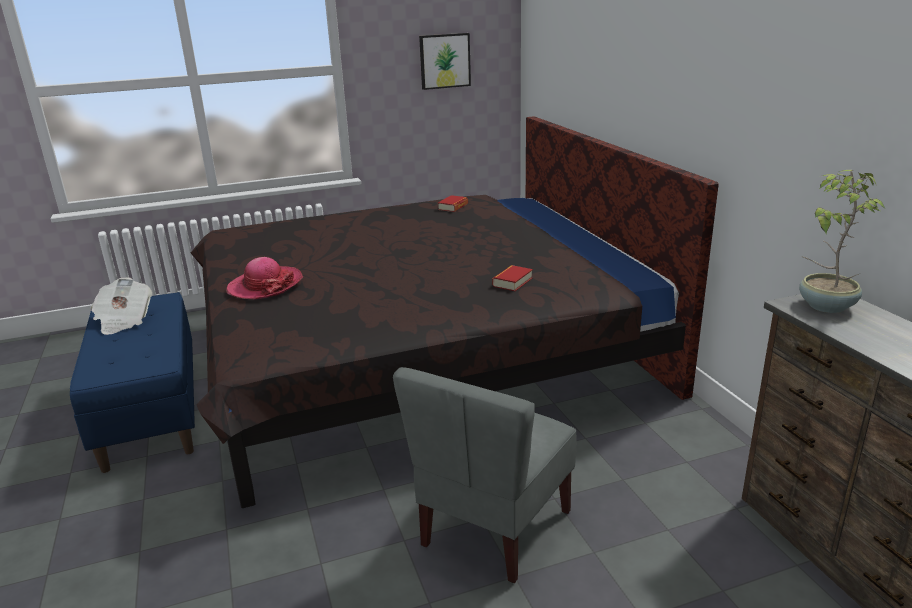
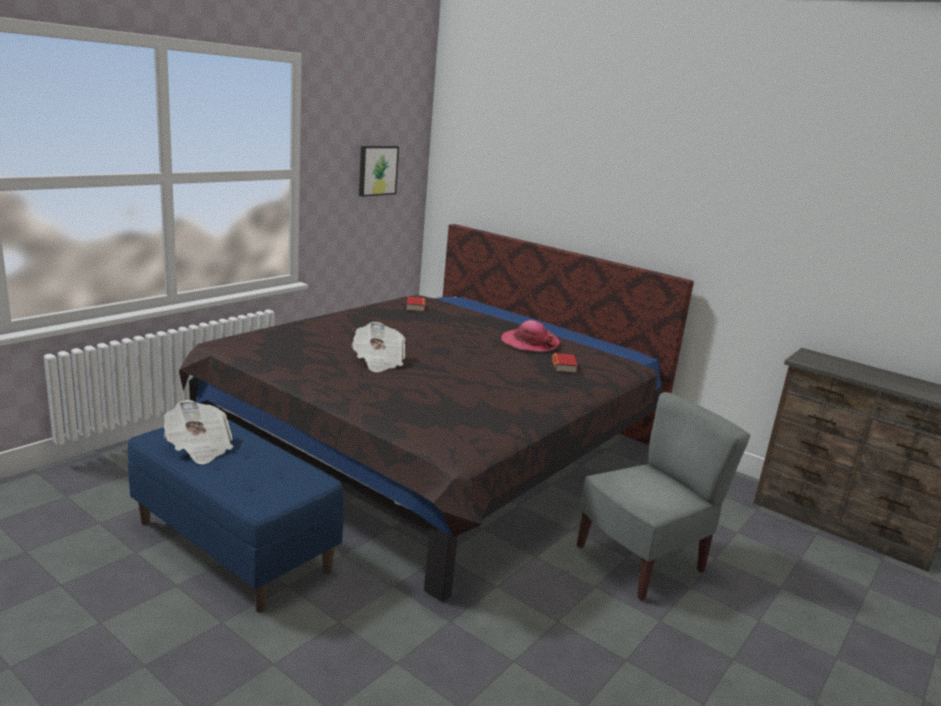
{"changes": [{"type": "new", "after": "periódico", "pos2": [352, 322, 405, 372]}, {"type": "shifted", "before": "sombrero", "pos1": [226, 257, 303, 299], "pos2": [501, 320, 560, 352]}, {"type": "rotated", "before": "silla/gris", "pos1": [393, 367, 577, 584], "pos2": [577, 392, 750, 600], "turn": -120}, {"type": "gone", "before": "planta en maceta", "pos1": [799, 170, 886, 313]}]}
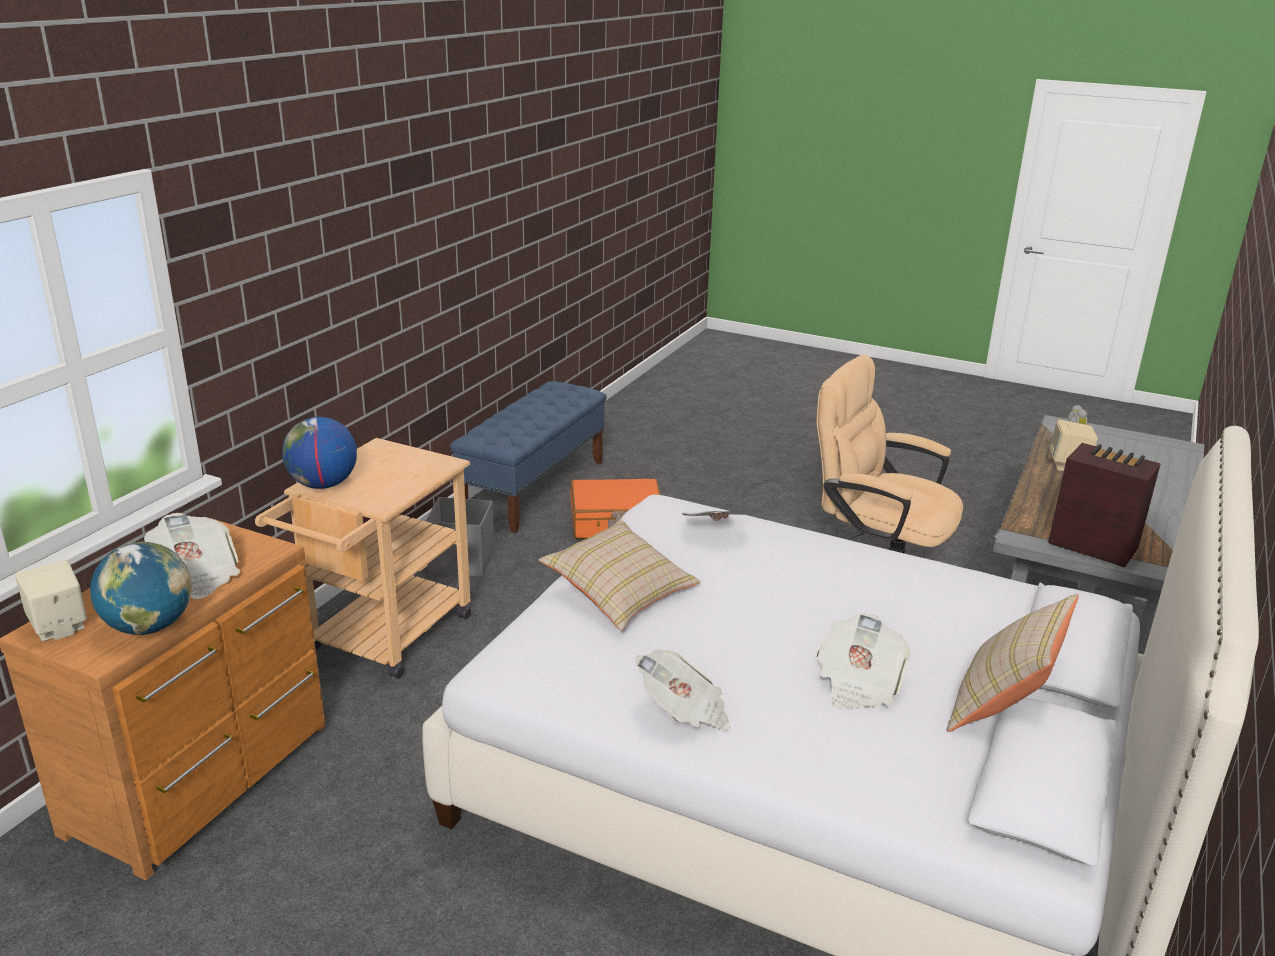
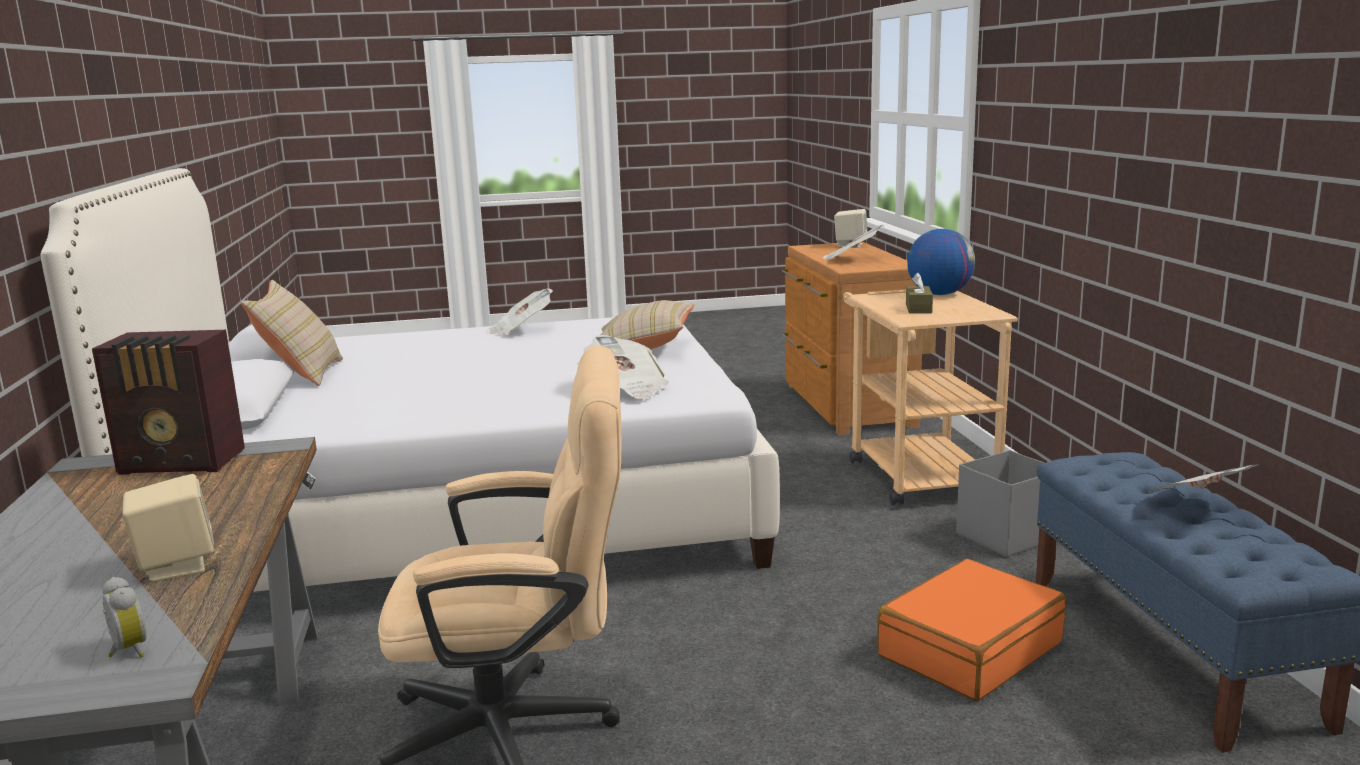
{"changes": [{"type": "new", "after": "caja de pañuelos/marrón", "pos2": [906, 272, 933, 313]}, {"type": "shifted", "before": "periódico", "pos1": [817, 613, 911, 710], "pos2": [1144, 464, 1258, 493]}, {"type": "gone", "before": "globo terráqueo", "pos1": [90, 542, 192, 635]}]}
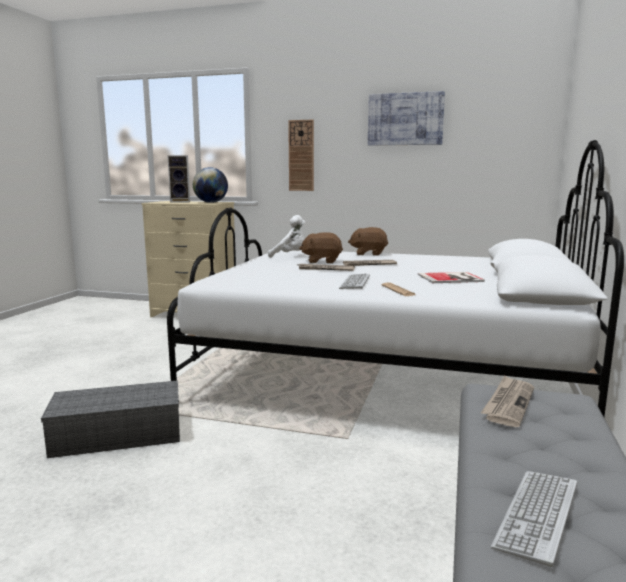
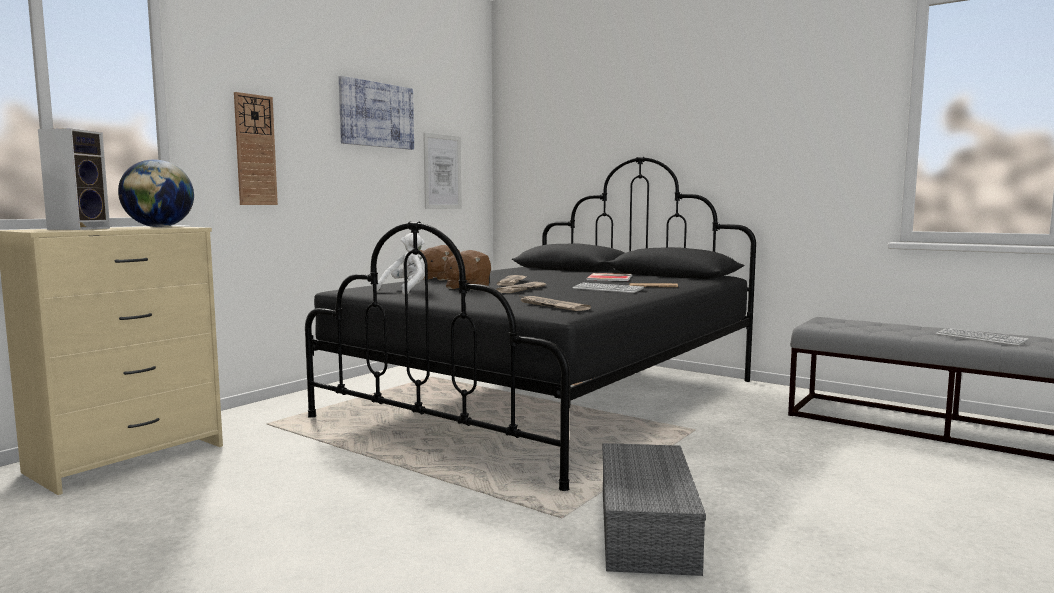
{"changes": [{"type": "repainted", "before": "cama/blanco", "after": "cama/negro", "pos1": [167, 140, 624, 416], "pos2": [305, 157, 756, 491]}, {"type": "new", "after": "cuadro", "pos2": [423, 133, 462, 209]}, {"type": "shifted", "before": "periódico", "pos1": [481, 375, 534, 427], "pos2": [518, 295, 591, 311]}]}
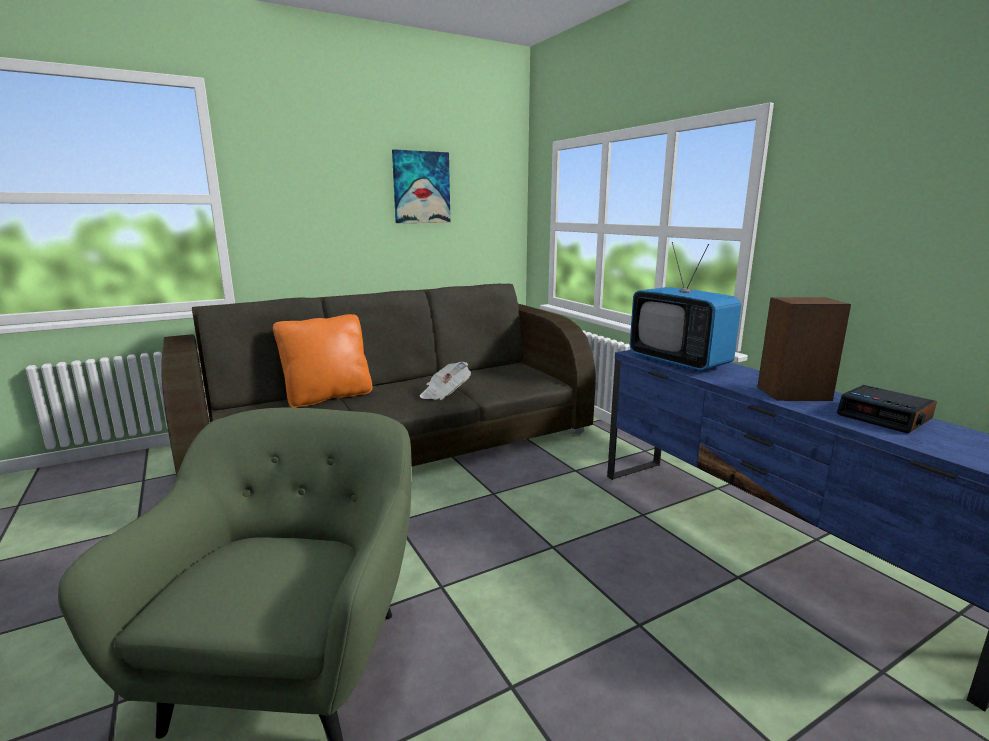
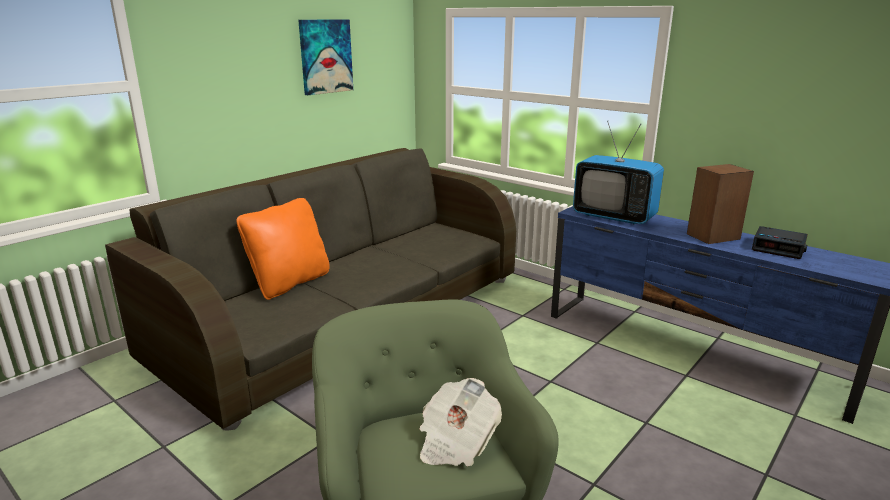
{"changes": [{"type": "shifted", "before": "periódico", "pos1": [420, 362, 471, 400], "pos2": [419, 378, 502, 466]}]}
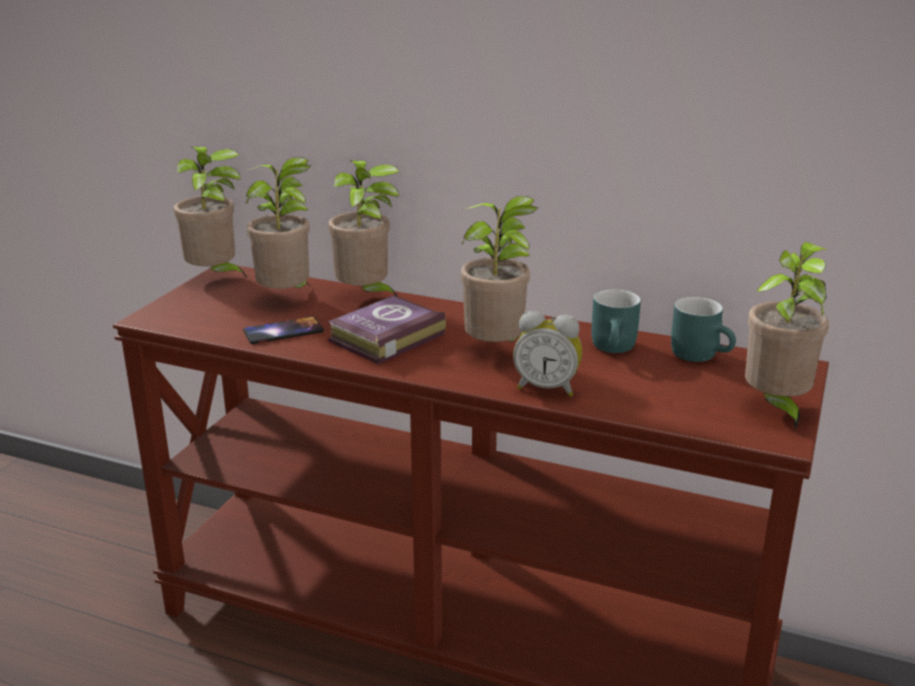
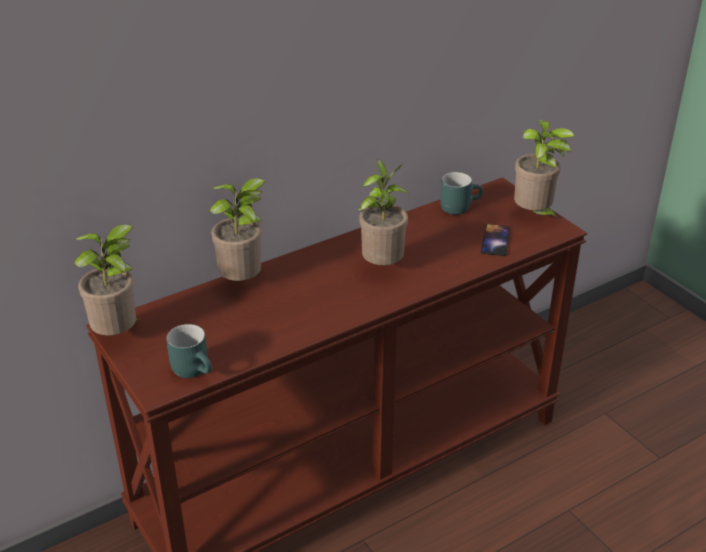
{"changes": [{"type": "shifted", "before": "taza grande/turquesa", "pos1": [591, 289, 641, 353], "pos2": [167, 324, 212, 378]}, {"type": "shifted", "before": "móvil", "pos1": [243, 317, 324, 344], "pos2": [481, 224, 510, 256]}, {"type": "gone", "before": "planta en maceta", "pos1": [246, 157, 311, 289]}, {"type": "gone", "before": "libro", "pos1": [327, 295, 446, 364]}, {"type": "gone", "before": "despertador", "pos1": [513, 311, 582, 397]}]}
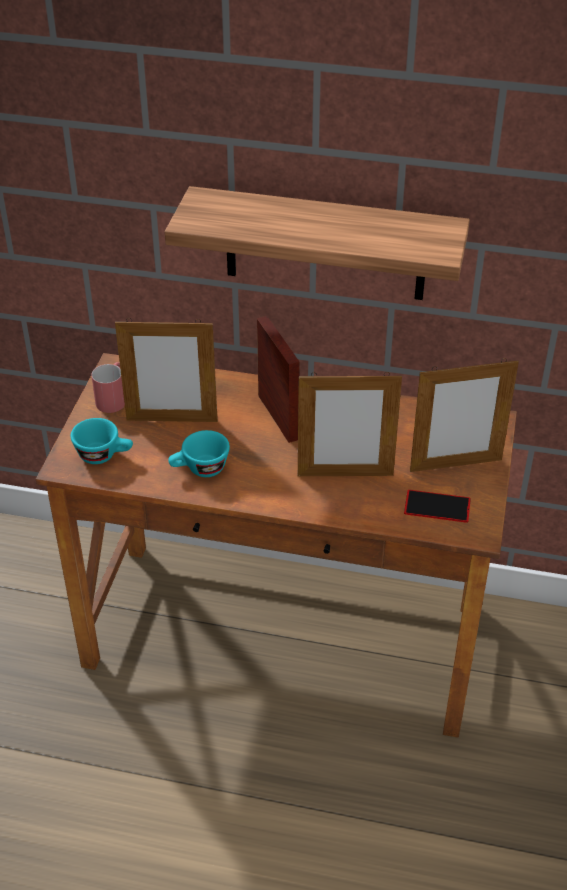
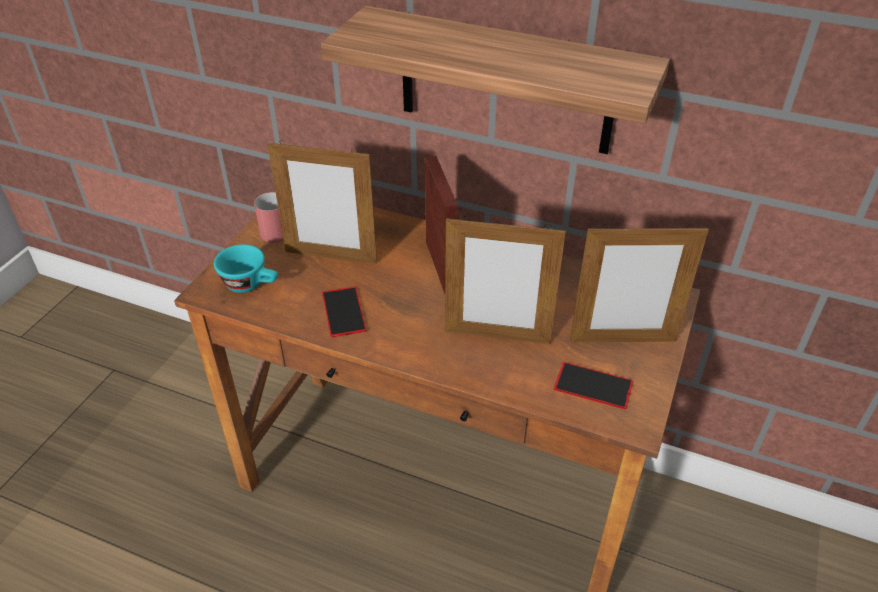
{"changes": [{"type": "swapped", "before": "taza/turquesa", "after": "móvil", "pos1": [168, 430, 230, 477], "pos2": [322, 286, 367, 337]}]}
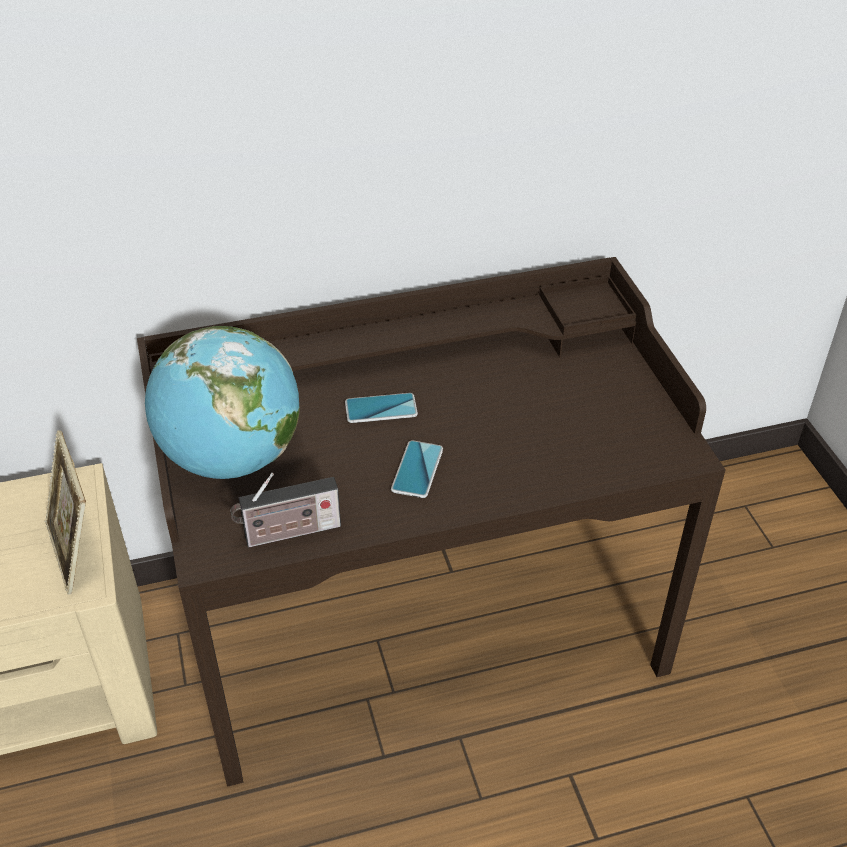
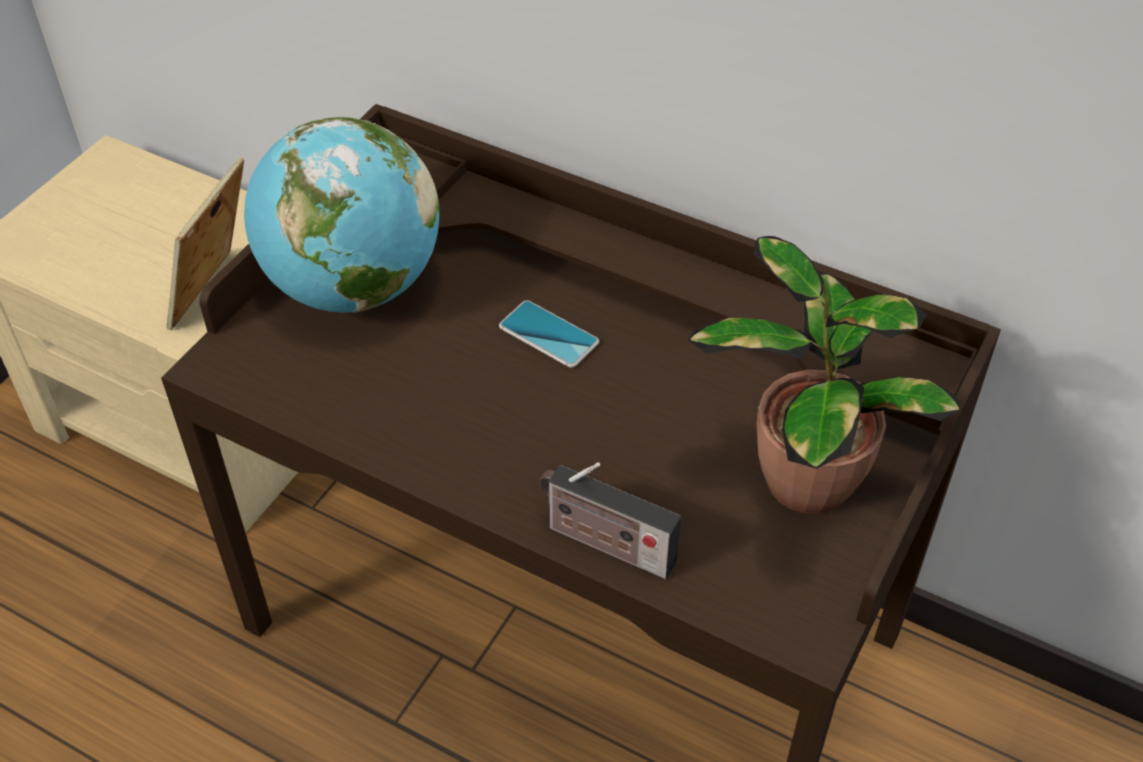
{"changes": [{"type": "shifted", "before": "radio", "pos1": [230, 473, 341, 547], "pos2": [539, 462, 681, 579]}, {"type": "new", "after": "planta en maceta", "pos2": [688, 236, 962, 514]}, {"type": "gone", "before": "móvil", "pos1": [391, 440, 443, 498]}]}
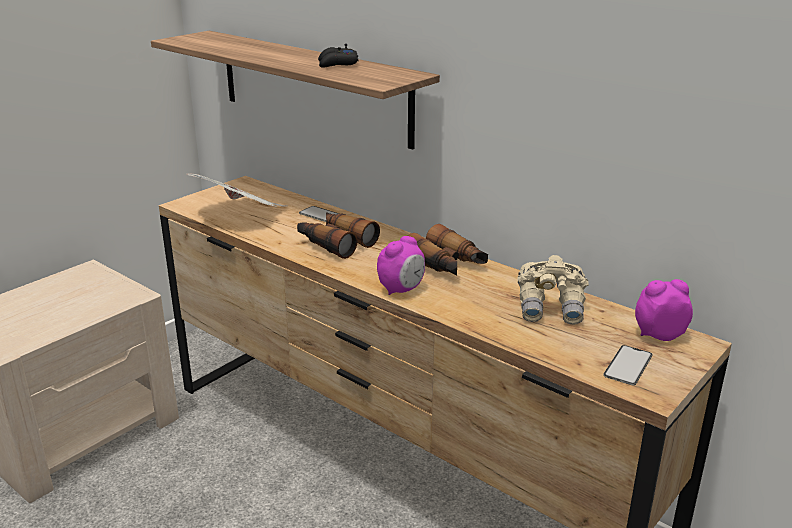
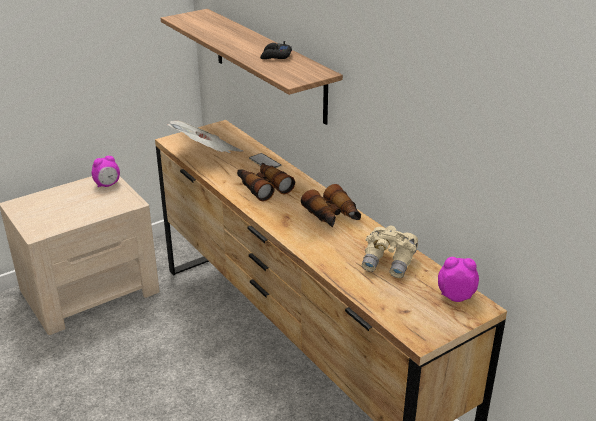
{"changes": [{"type": "shifted", "before": "despertador", "pos1": [377, 236, 425, 295], "pos2": [92, 156, 120, 187]}, {"type": "gone", "before": "móvil", "pos1": [603, 345, 653, 385]}]}
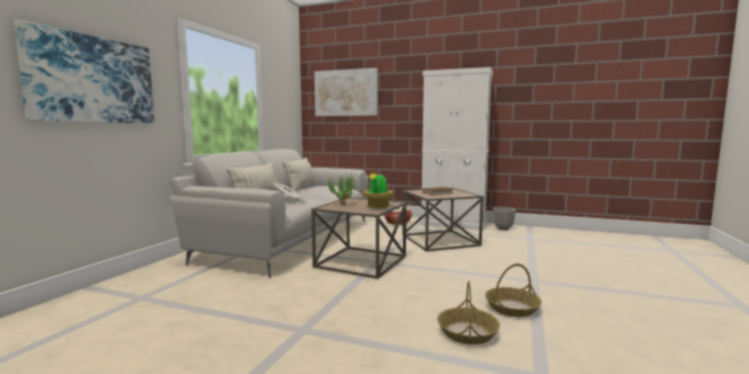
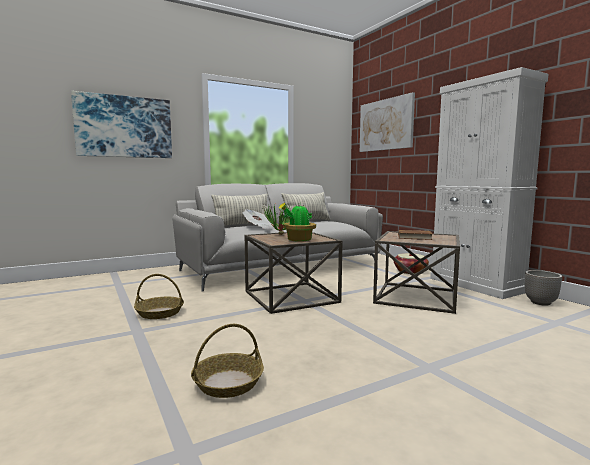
{"changes": [{"type": "shifted", "before": "cesta", "pos1": [485, 264, 542, 317], "pos2": [134, 274, 184, 319]}]}
